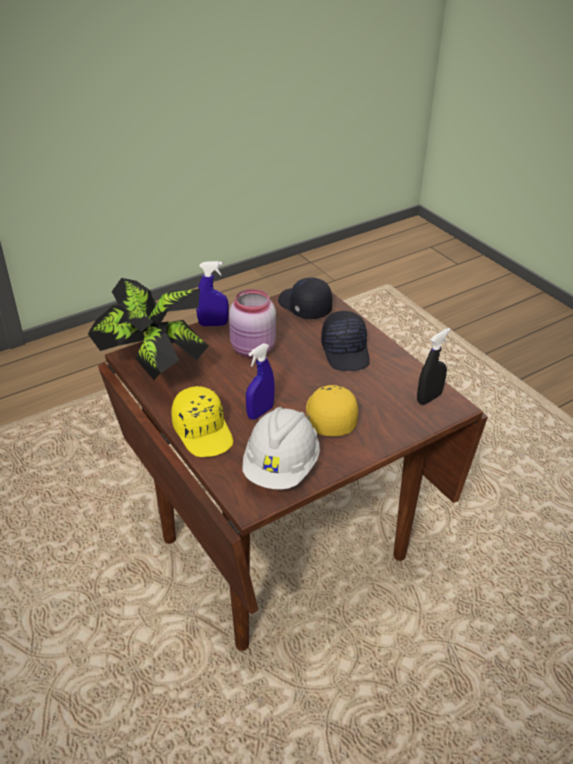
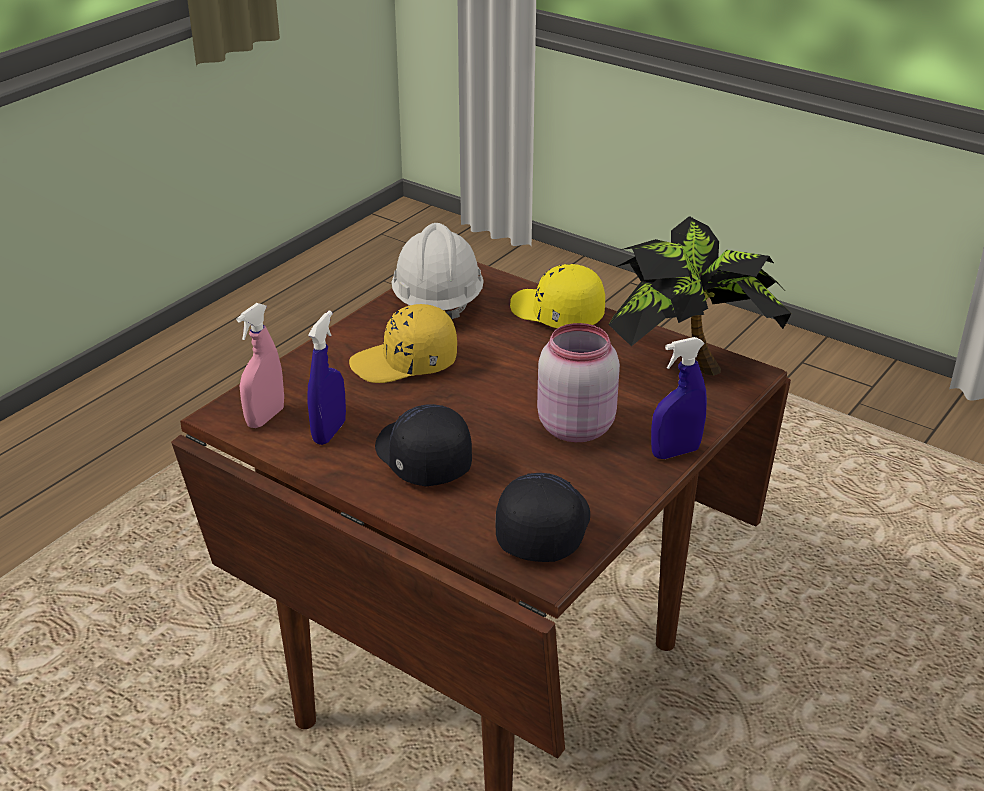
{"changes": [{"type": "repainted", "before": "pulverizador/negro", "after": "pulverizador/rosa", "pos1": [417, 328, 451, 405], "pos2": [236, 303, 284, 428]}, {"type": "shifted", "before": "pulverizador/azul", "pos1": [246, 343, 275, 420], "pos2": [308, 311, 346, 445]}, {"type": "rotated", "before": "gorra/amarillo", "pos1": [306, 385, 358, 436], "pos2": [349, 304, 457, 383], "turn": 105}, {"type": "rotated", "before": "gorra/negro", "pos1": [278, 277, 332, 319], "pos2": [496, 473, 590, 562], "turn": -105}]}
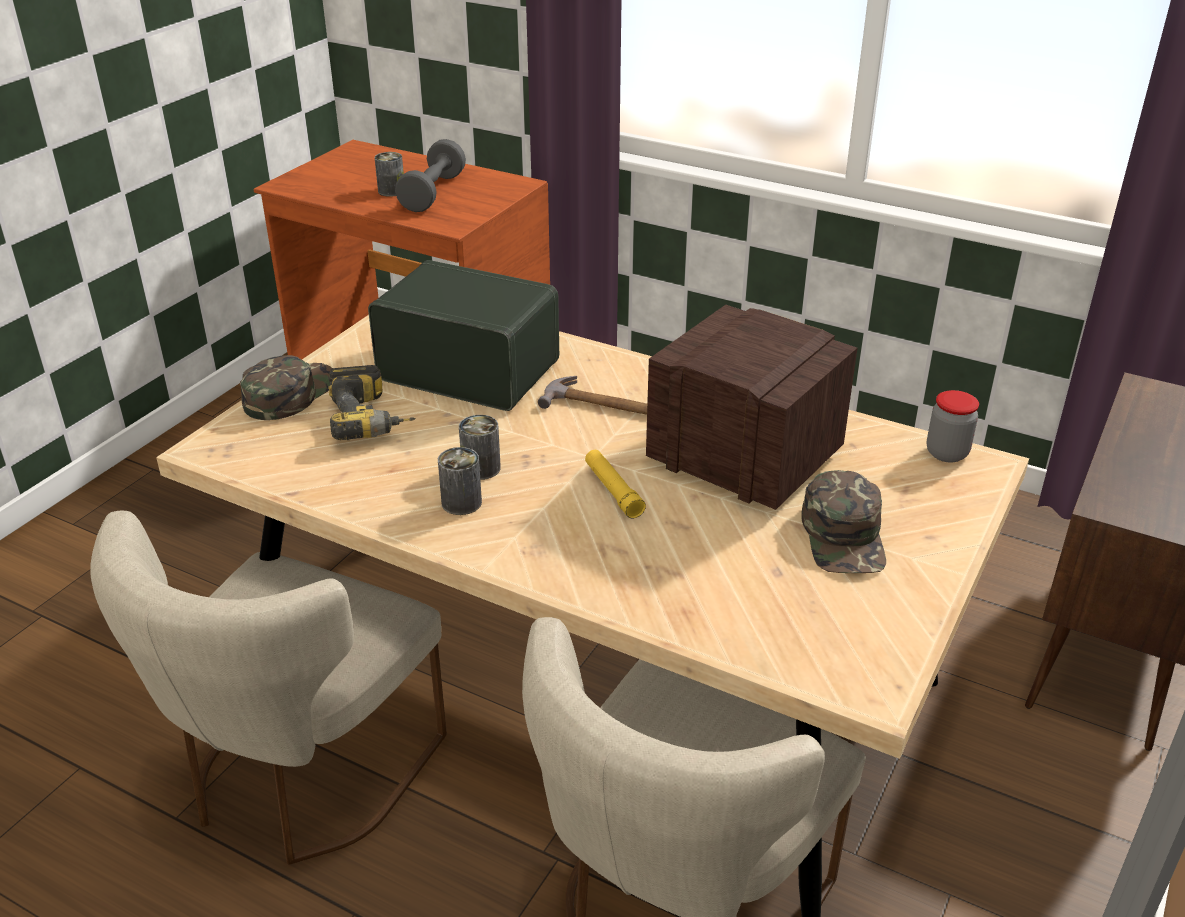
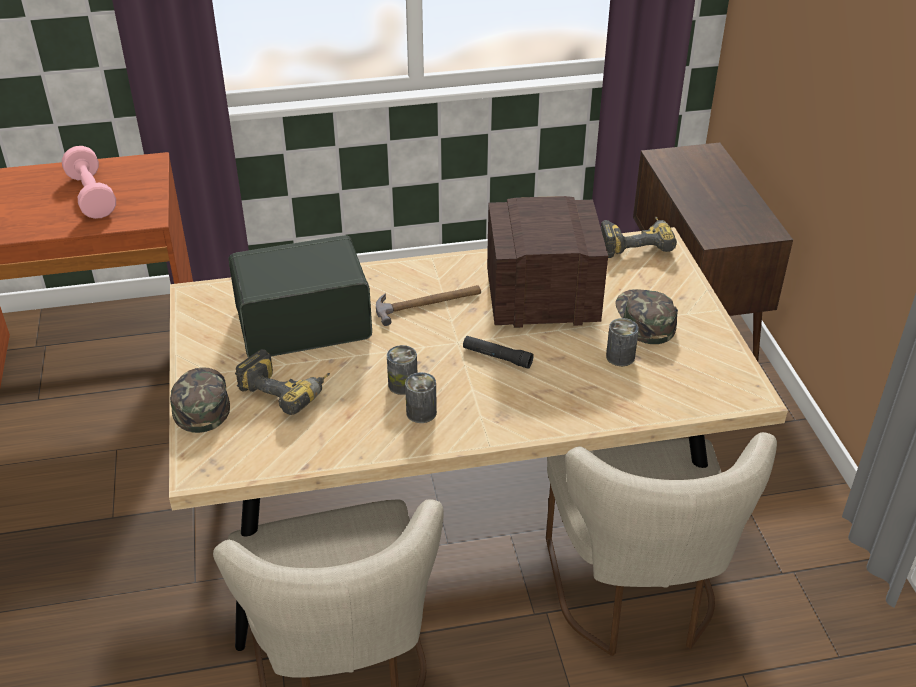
{"changes": [{"type": "repainted", "before": "mancuerna/gris", "after": "mancuerna/rosa", "pos1": [395, 139, 466, 212], "pos2": [62, 146, 116, 219]}, {"type": "repainted", "before": "linterna/amarillo", "after": "linterna/negro", "pos1": [585, 450, 646, 518], "pos2": [463, 336, 534, 369]}, {"type": "swapped", "before": "tarro", "after": "taladro", "pos1": [927, 390, 979, 462], "pos2": [601, 217, 677, 258]}, {"type": "shifted", "before": "lata", "pos1": [374, 152, 404, 197], "pos2": [606, 318, 639, 366]}, {"type": "rotated", "before": "gorra/verde", "pos1": [801, 470, 886, 573], "pos2": [615, 289, 678, 344], "turn": -150}]}
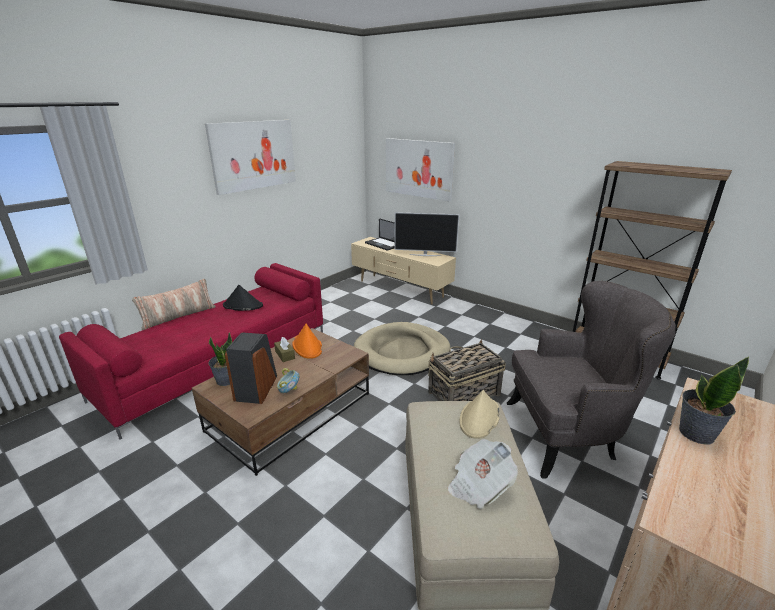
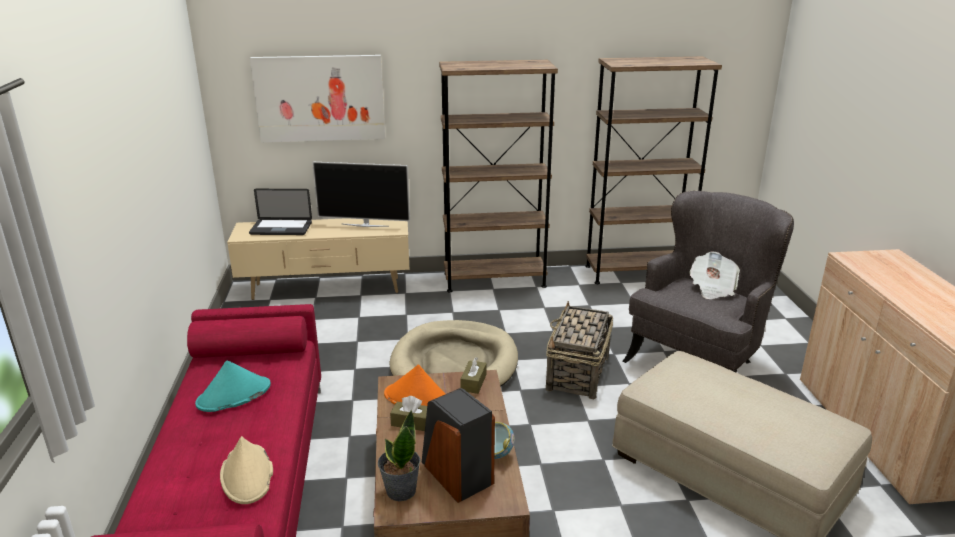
{"changes": [{"type": "repainted", "before": "sombrero/negro", "after": "sombrero/turquesa", "pos1": [223, 285, 263, 311], "pos2": [195, 360, 271, 412]}, {"type": "shifted", "before": "sombrero/beis", "pos1": [459, 390, 499, 439], "pos2": [220, 436, 273, 504]}, {"type": "rotated", "before": "televisor", "pos1": [394, 212, 459, 256], "pos2": [312, 162, 410, 227], "turn": 45}, {"type": "new", "after": "estantería/marrón", "pos2": [439, 60, 558, 292]}, {"type": "new", "after": "caja de pañuelos/marrón", "pos2": [460, 357, 486, 394]}, {"type": "shifted", "before": "periódico", "pos1": [448, 439, 518, 509], "pos2": [689, 252, 740, 299]}, {"type": "gone", "before": "cojín", "pos1": [132, 279, 216, 330]}, {"type": "gone", "before": "cuadro", "pos1": [205, 120, 296, 195]}, {"type": "gone", "before": "planta en maceta", "pos1": [679, 357, 749, 444]}]}
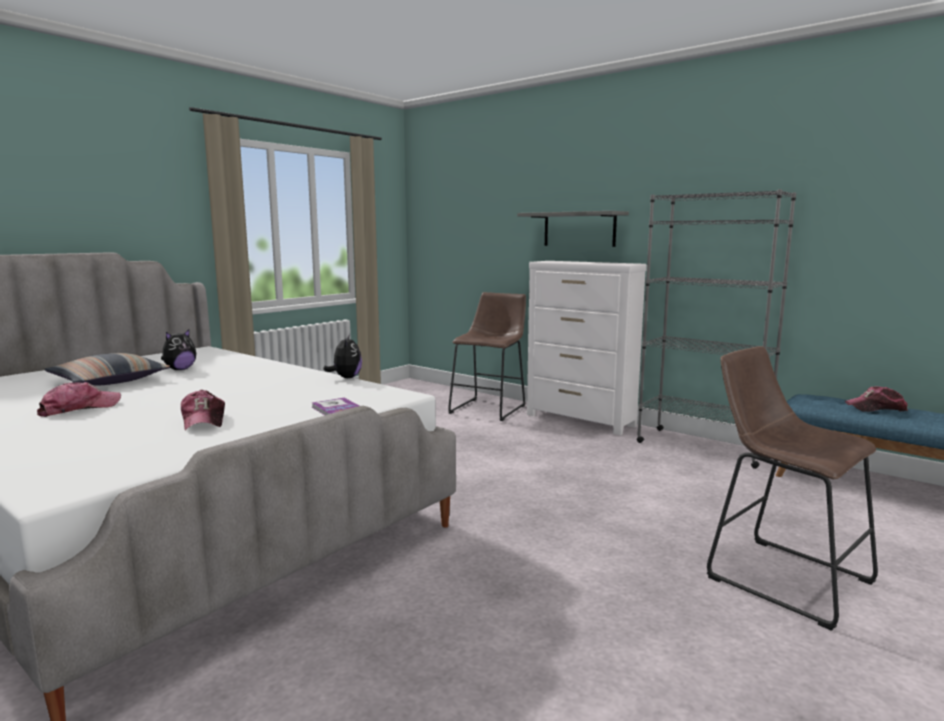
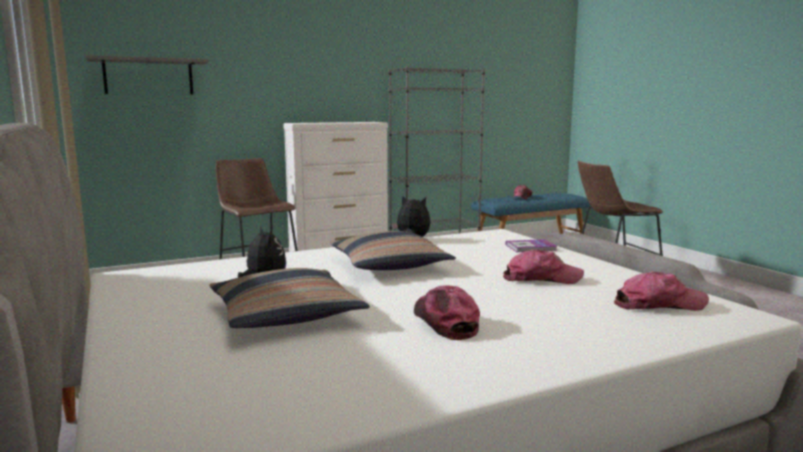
{"changes": [{"type": "shifted", "before": "estante/gris", "pos1": [517, 211, 629, 247], "pos2": [85, 55, 209, 94]}, {"type": "new", "after": "cojín", "pos2": [330, 231, 456, 270]}, {"type": "new", "after": "gorra", "pos2": [614, 271, 709, 311]}]}
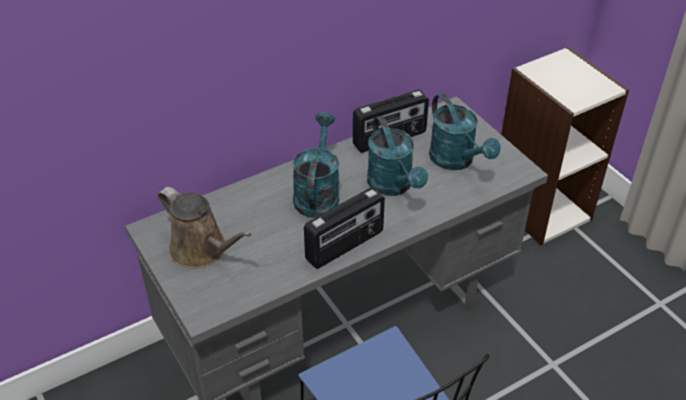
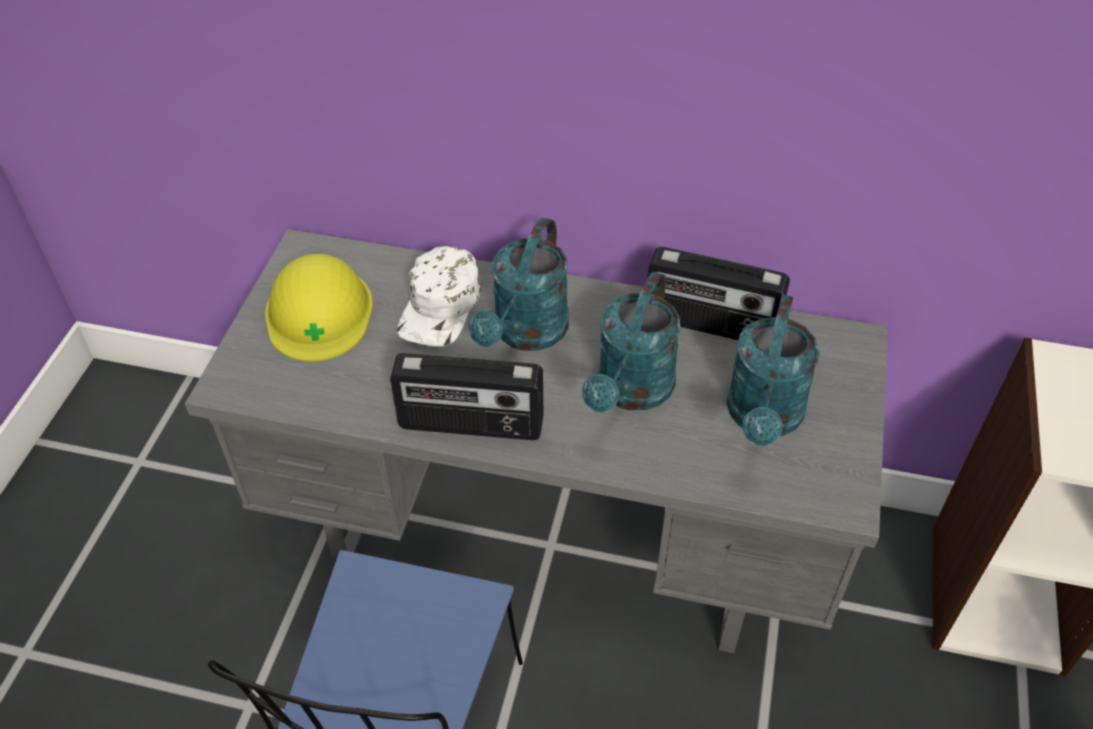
{"changes": [{"type": "swapped", "before": "regadera/marrón", "after": "casco/amarillo", "pos1": [158, 187, 252, 269], "pos2": [265, 254, 373, 362]}, {"type": "new", "after": "gorra/blanco", "pos2": [397, 246, 481, 347]}, {"type": "rotated", "before": "regadera/turquesa", "pos1": [292, 112, 339, 218], "pos2": [469, 218, 569, 351], "turn": 150}]}
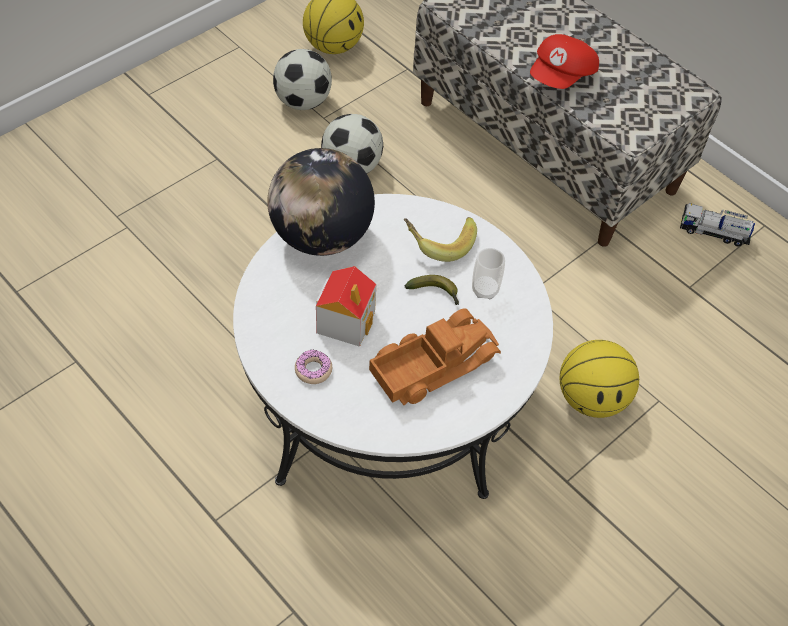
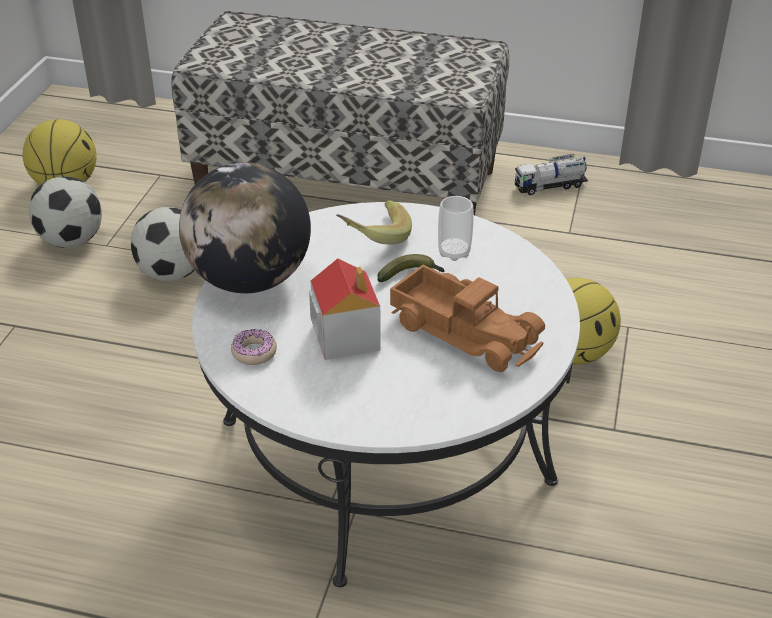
{"changes": [{"type": "shifted", "before": "rosquilla", "pos1": [295, 350, 332, 384], "pos2": [231, 329, 277, 365]}, {"type": "rotated", "before": "camión de juguete", "pos1": [369, 308, 501, 406], "pos2": [390, 265, 545, 372], "turn": 105}, {"type": "gone", "before": "gorra/rojo", "pos1": [530, 34, 599, 89]}]}
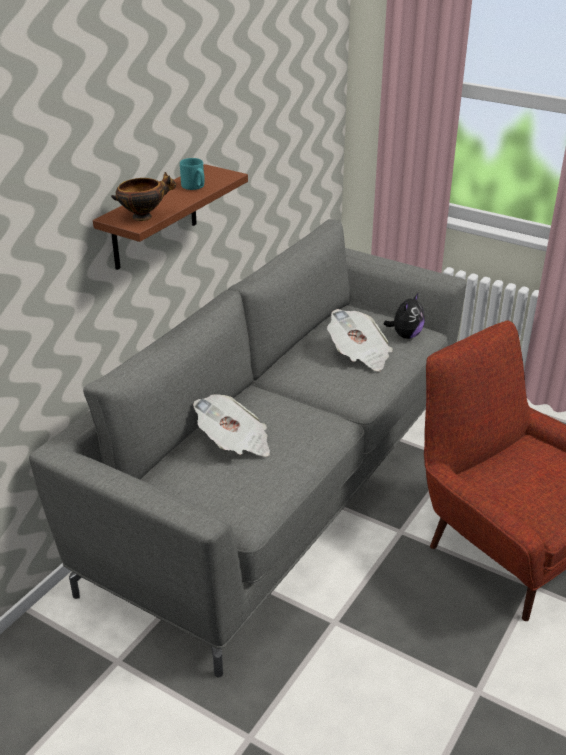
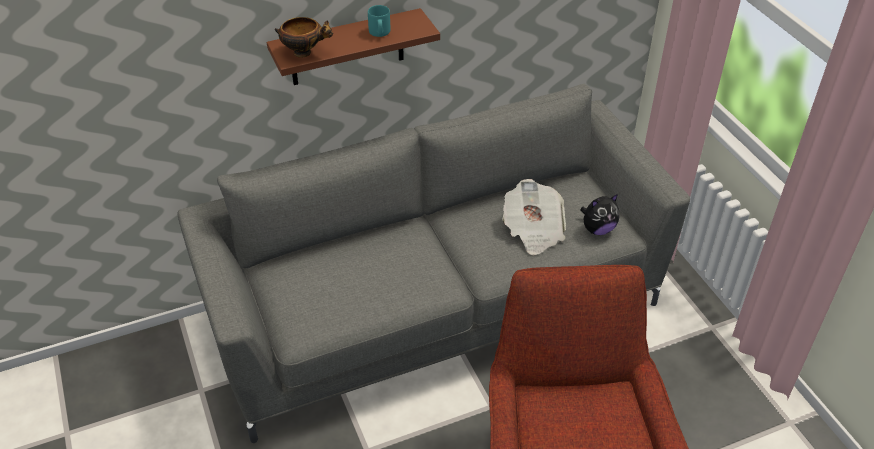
{"changes": [{"type": "gone", "before": "periódico", "pos1": [193, 394, 270, 457]}]}
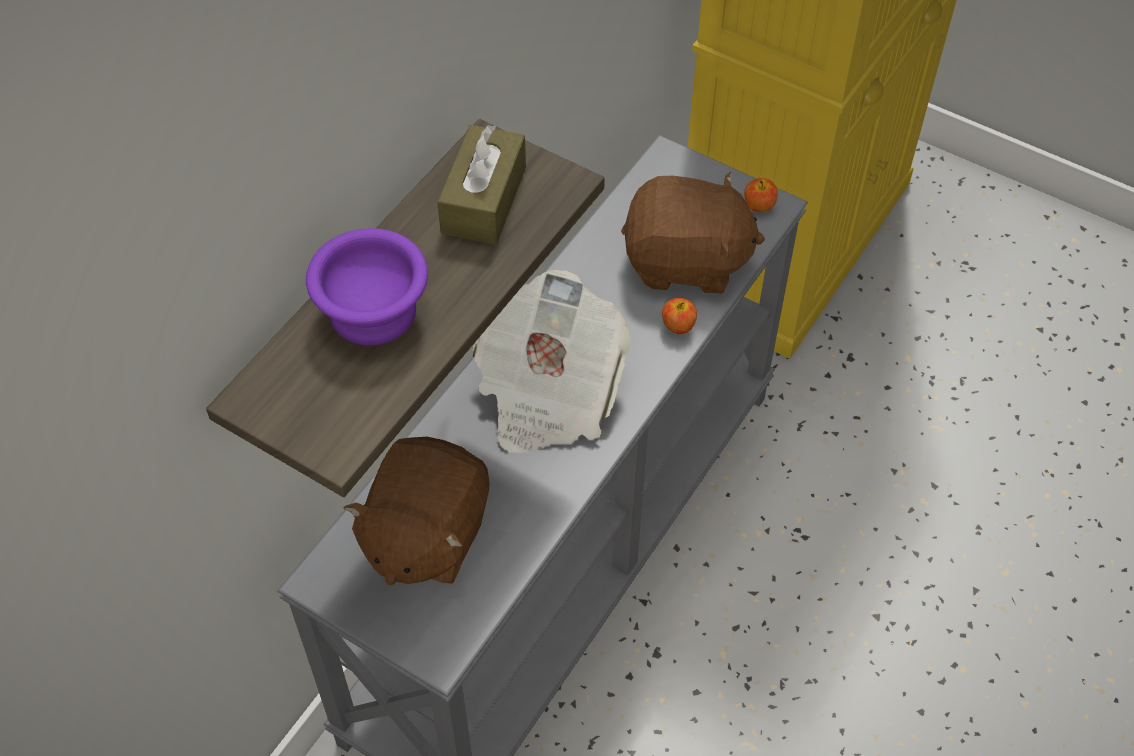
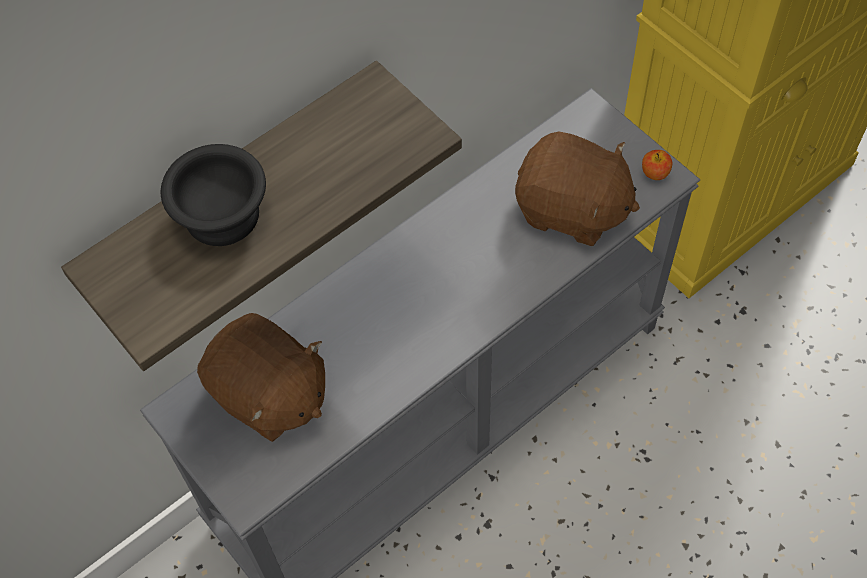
{"changes": [{"type": "repainted", "before": "cuenco/morado", "after": "cuenco/negro", "pos1": [306, 228, 428, 345], "pos2": [161, 144, 266, 246]}, {"type": "rotated", "before": "peluche/marrón", "pos1": [343, 437, 489, 585], "pos2": [197, 313, 325, 442], "turn": -90}, {"type": "gone", "before": "caja de pañuelos/marrón", "pos1": [437, 125, 526, 245]}, {"type": "gone", "before": "periódico", "pos1": [473, 270, 631, 453]}, {"type": "gone", "before": "manzana", "pos1": [662, 298, 697, 334]}]}
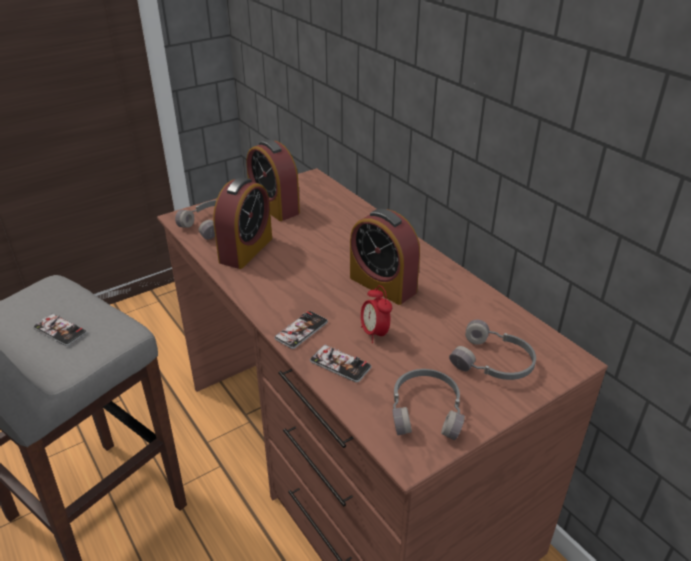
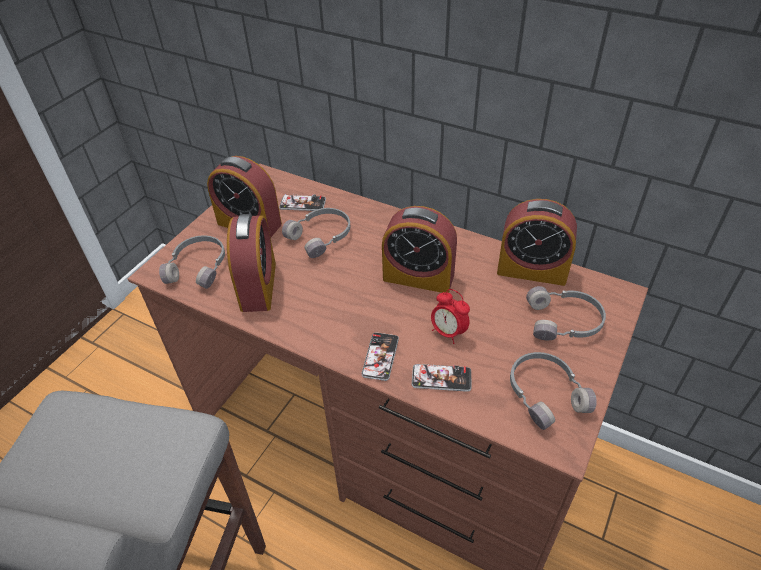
{"changes": [{"type": "shifted", "before": "móvil", "pos1": [34, 313, 87, 346], "pos2": [279, 194, 326, 211]}, {"type": "new", "after": "auriculares/gris", "pos2": [282, 208, 350, 258]}, {"type": "new", "after": "despertador", "pos2": [497, 199, 577, 286]}]}
